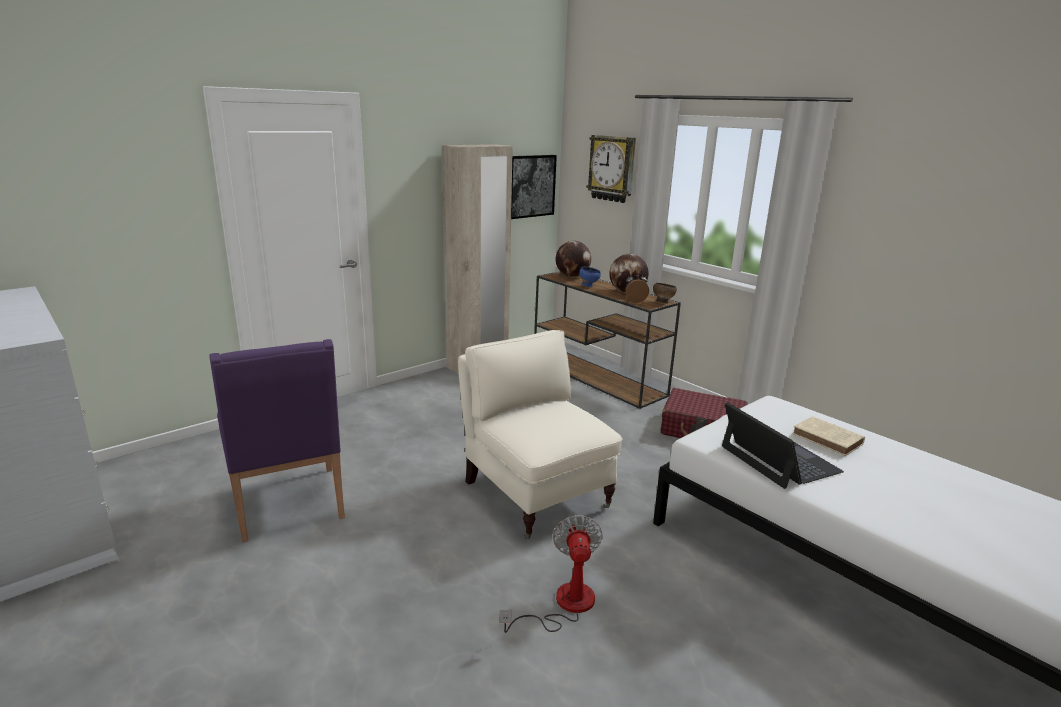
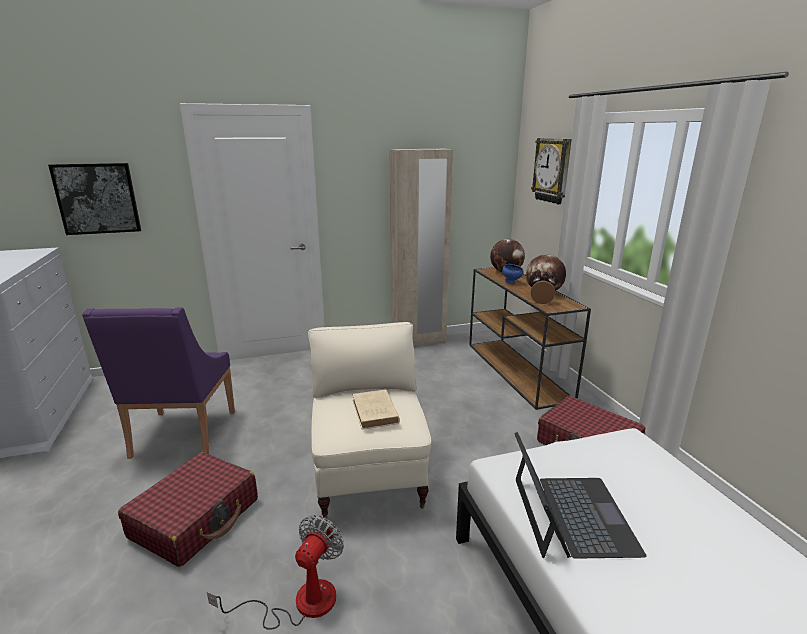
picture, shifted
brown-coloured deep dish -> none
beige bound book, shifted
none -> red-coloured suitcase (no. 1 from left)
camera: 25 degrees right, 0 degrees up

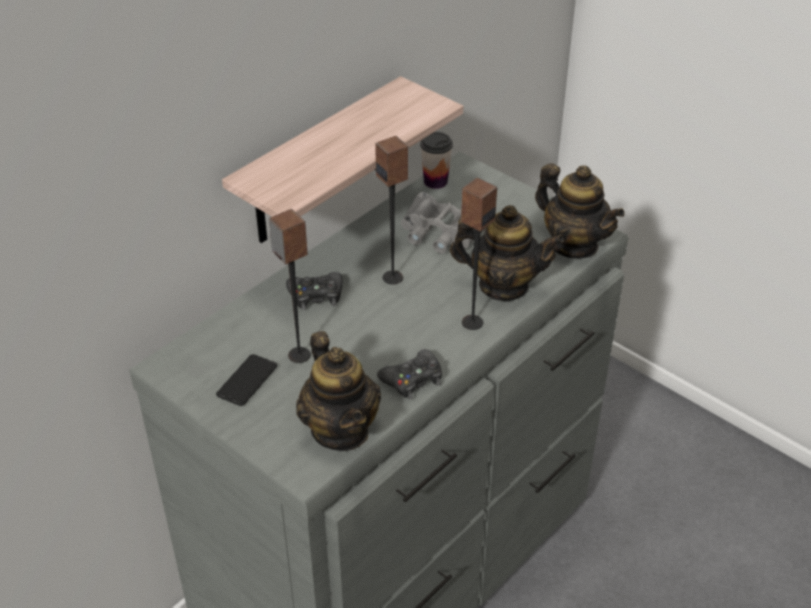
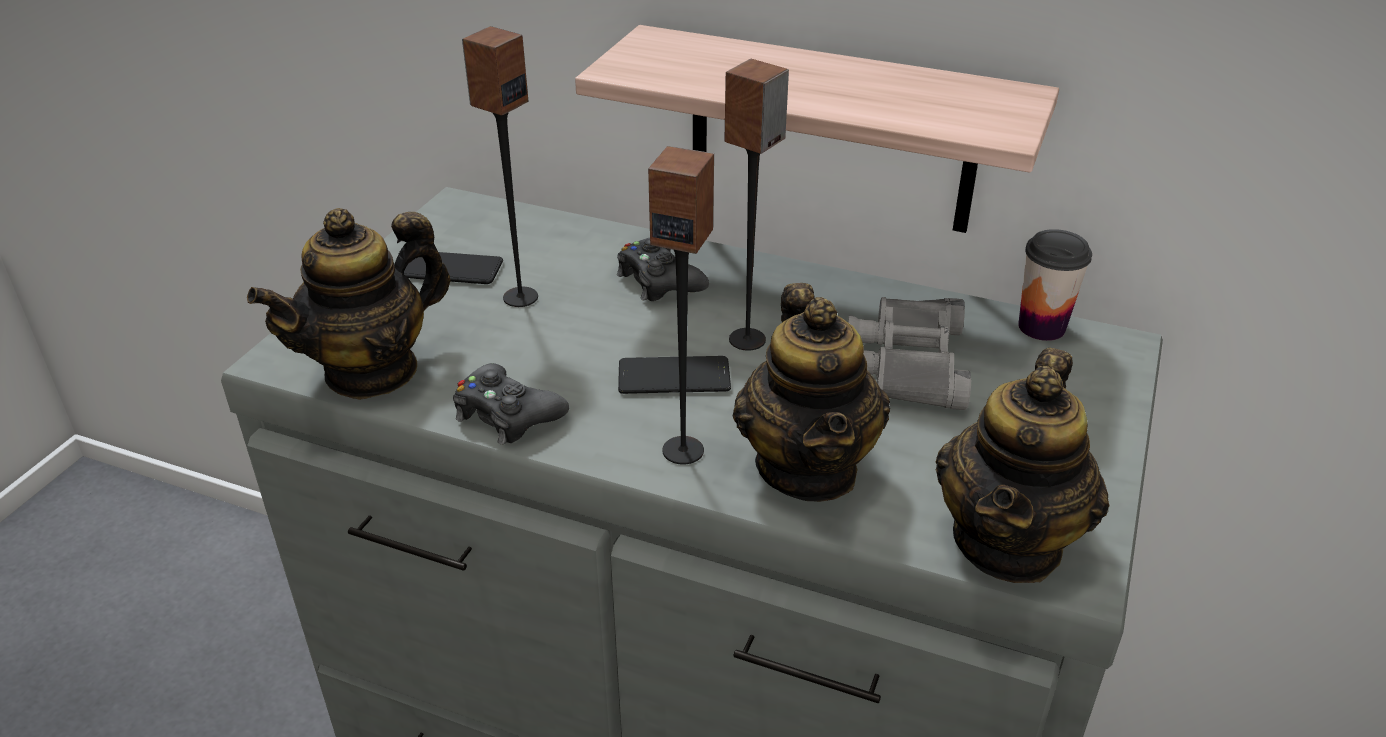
none -> phone (no. 2 from left)
camera: 70 degrees right, 5 degrees down

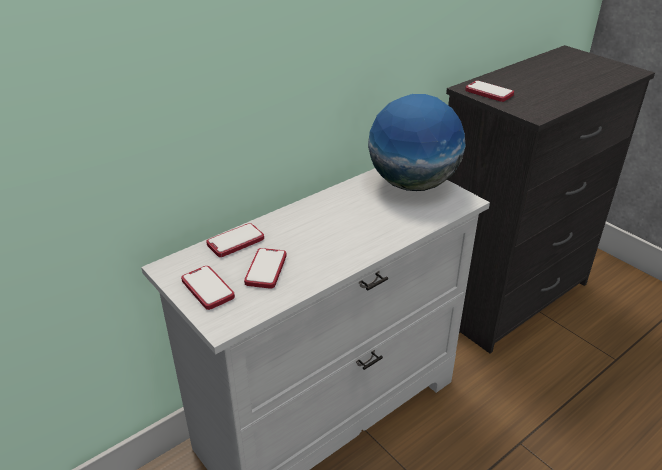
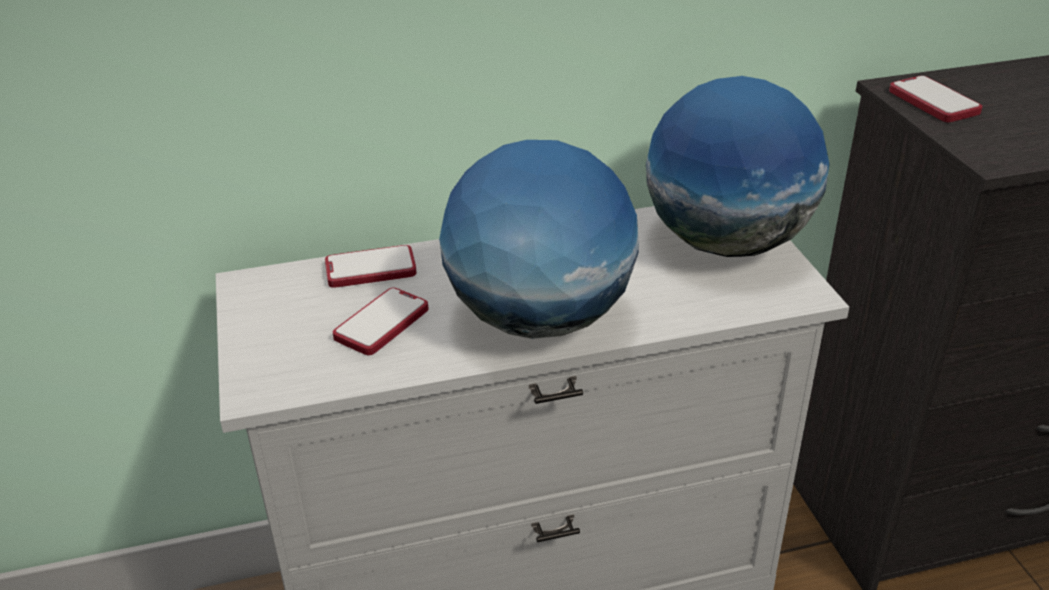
phone (no. 1 from left) -> none
none -> desk globe (no. 1 from left)
camera: 25 degrees right, 0 degrees up

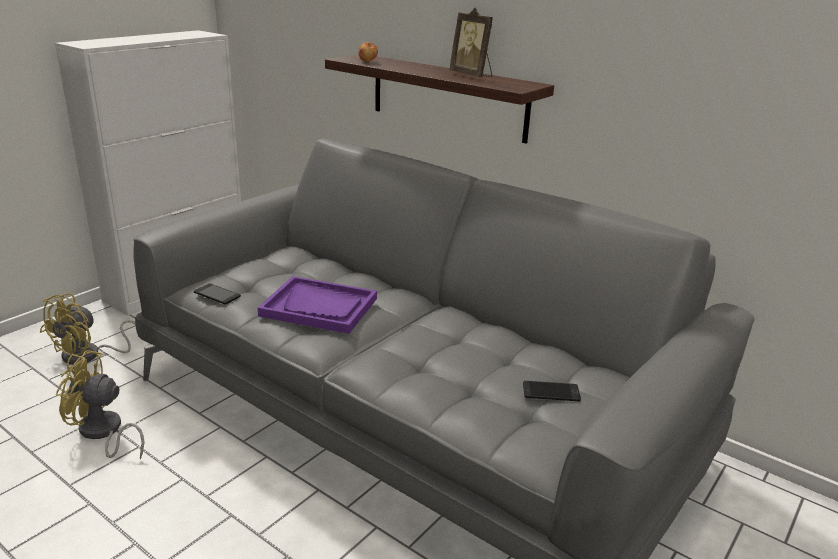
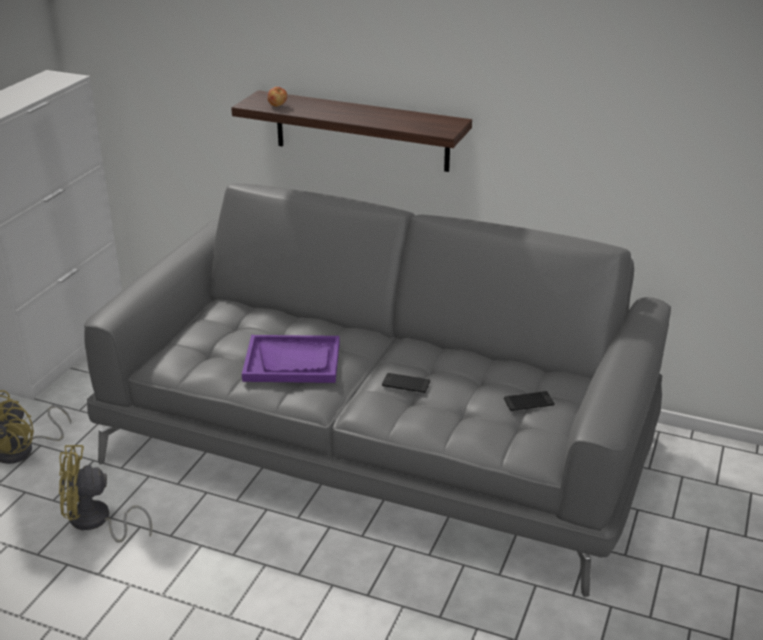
standing frame -> none
phone (no. 1 from left), shifted
camera: 15 degrees left, 5 degrees up

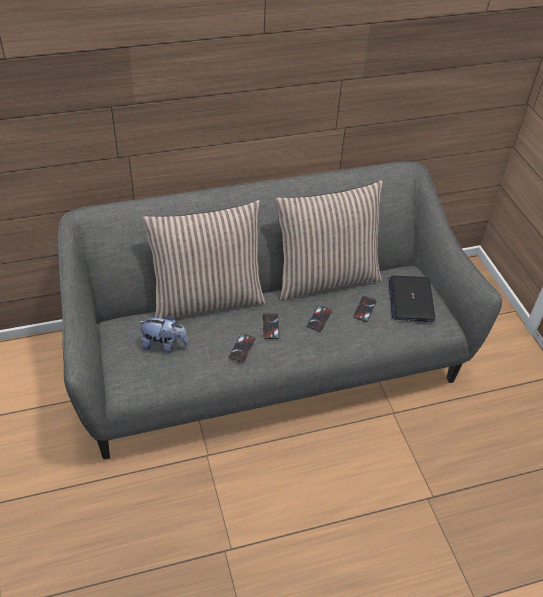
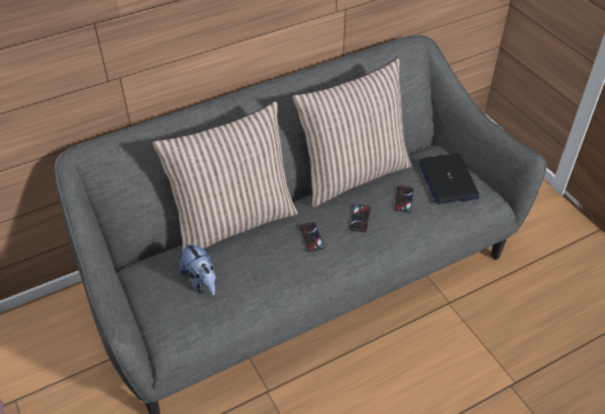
cuddly toy, 60 degrees clockwise
phone (no. 1 from left) -> none
camera: 10 degrees left, 0 degrees up

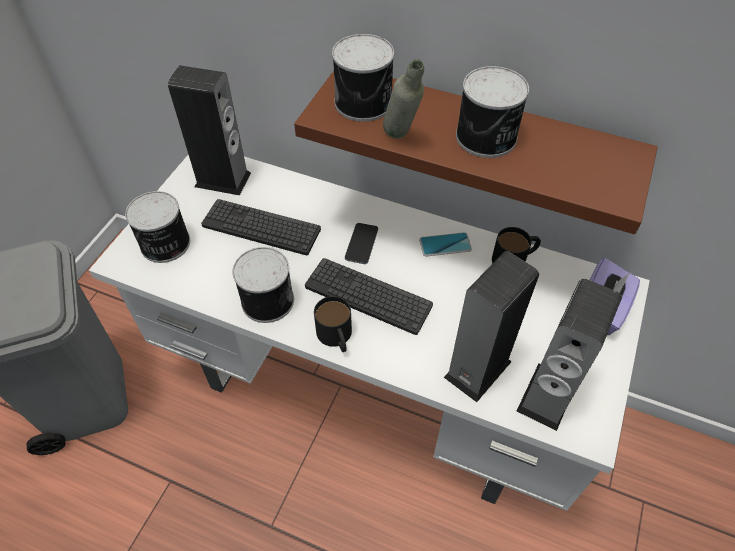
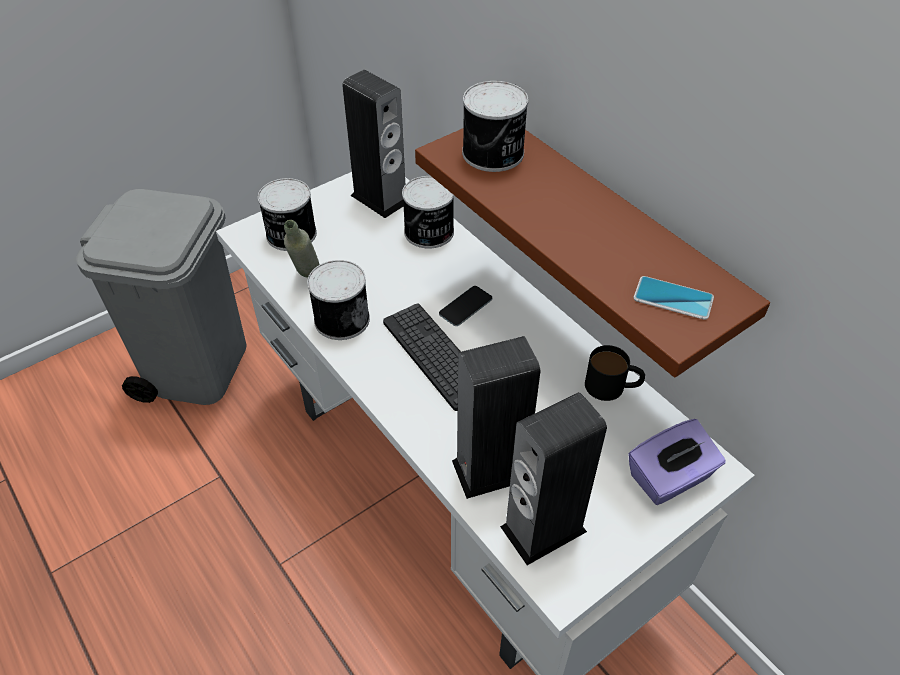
greyish beverage bottle, shifted
can (no. 4 from left in the first image) -> can (no. 3 from left), shifted
computer keyboard (no. 1 from left) -> none
phone (no. 2 from left), shifted
blackish mug (no. 1 from left) -> none
camera: 30 degrees right, 5 degrees down

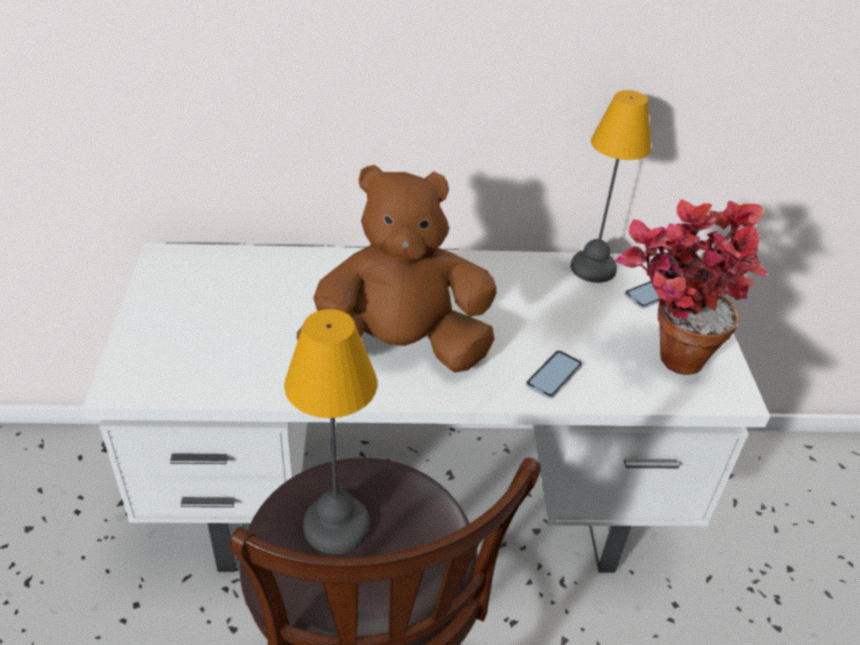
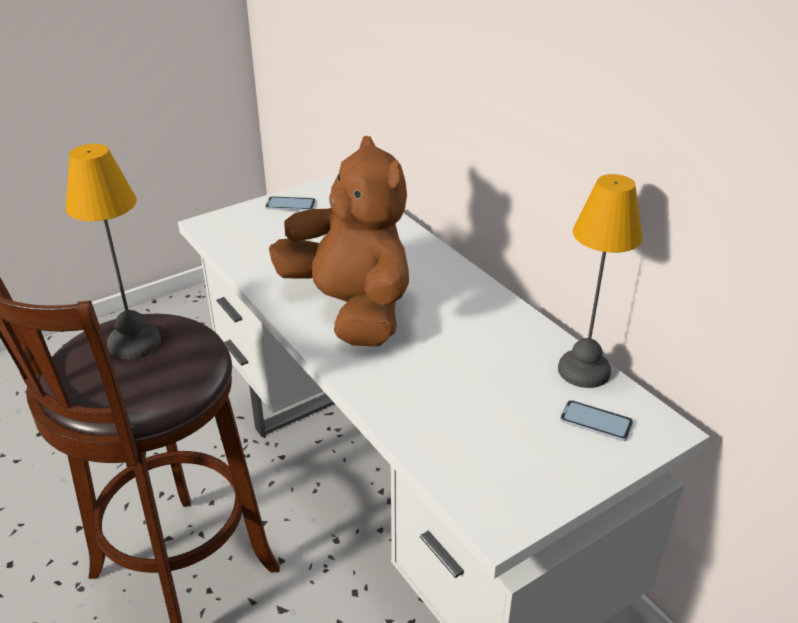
houseplant -> none
phone (no. 1 from left), shifted
camera: 60 degrees right, 5 degrees down

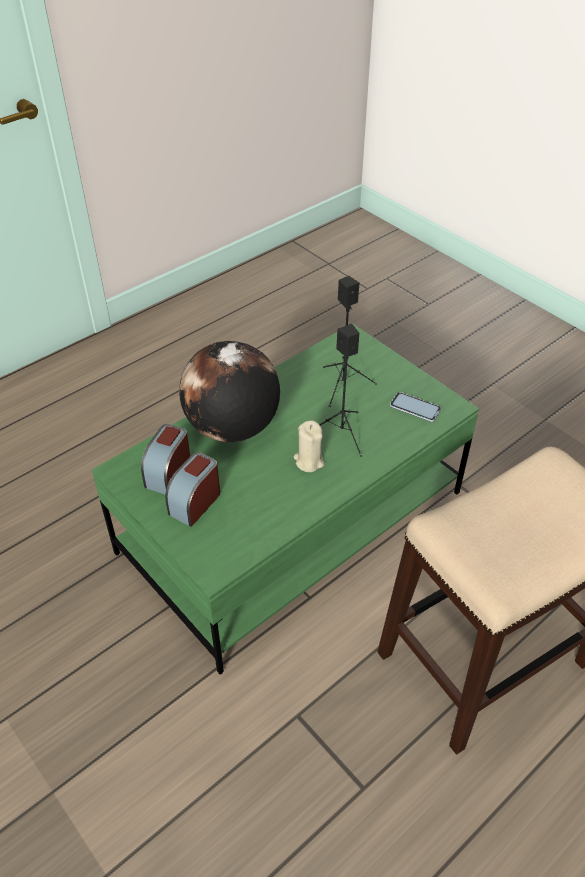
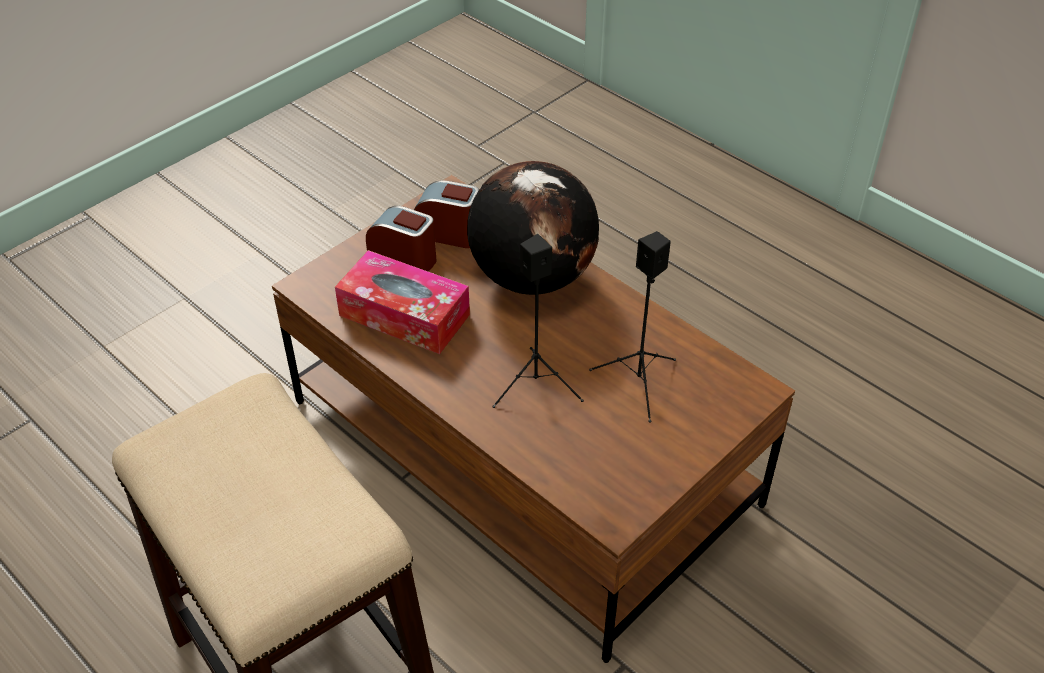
green-coloured low table -> brown-coloured low table
phone -> none
beige candle -> none
none -> box of tissues
camera: 85 degrees right, 0 degrees up

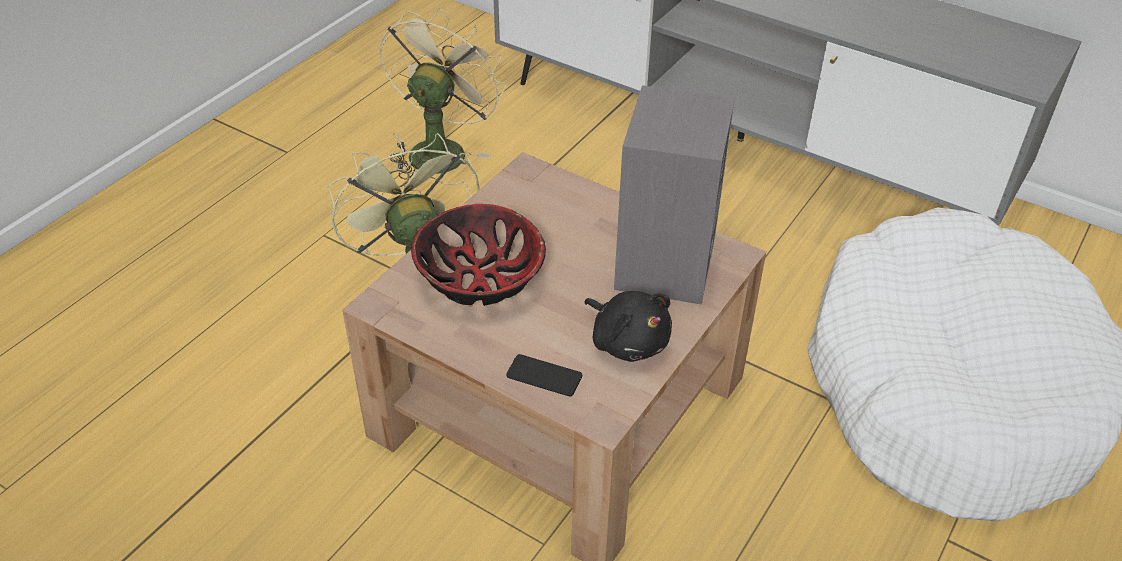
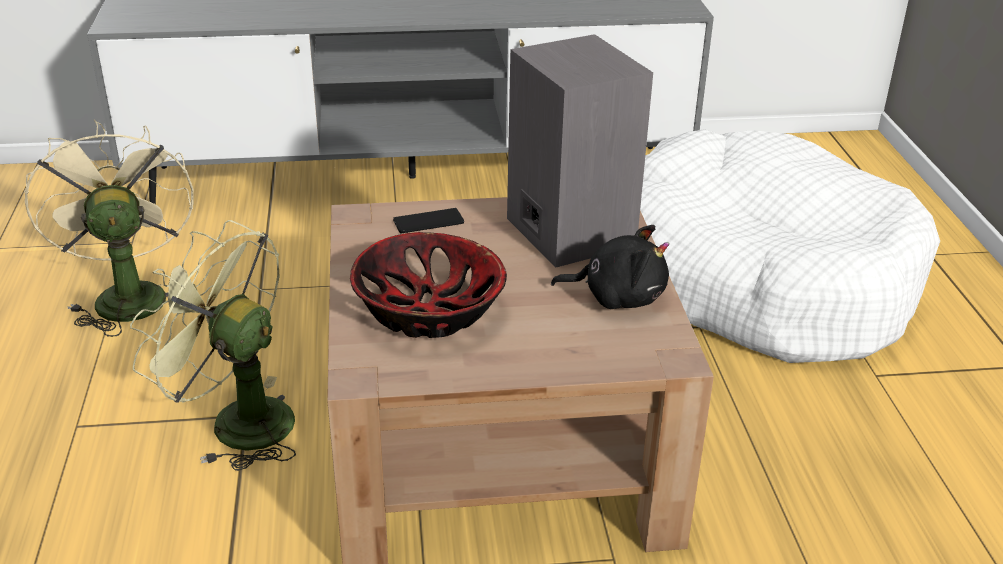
phone, shifted
camera: 40 degrees left, 10 degrees down

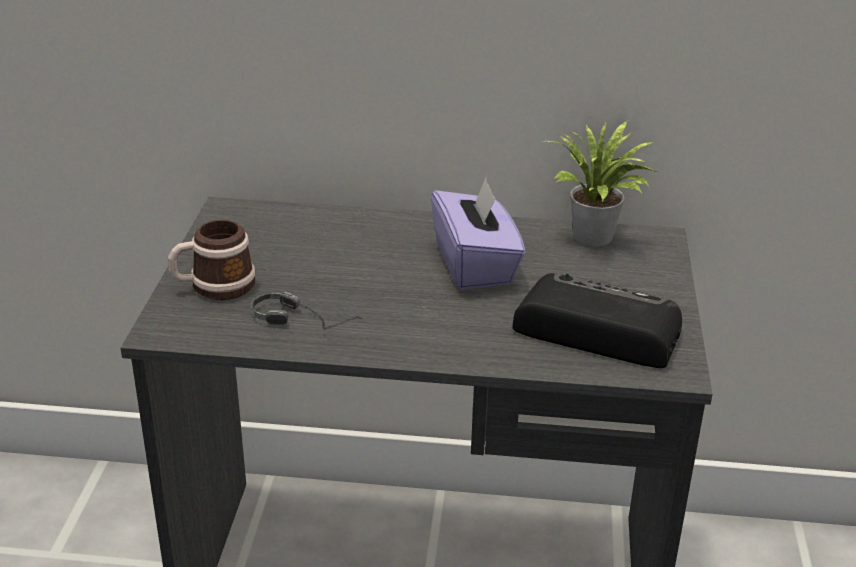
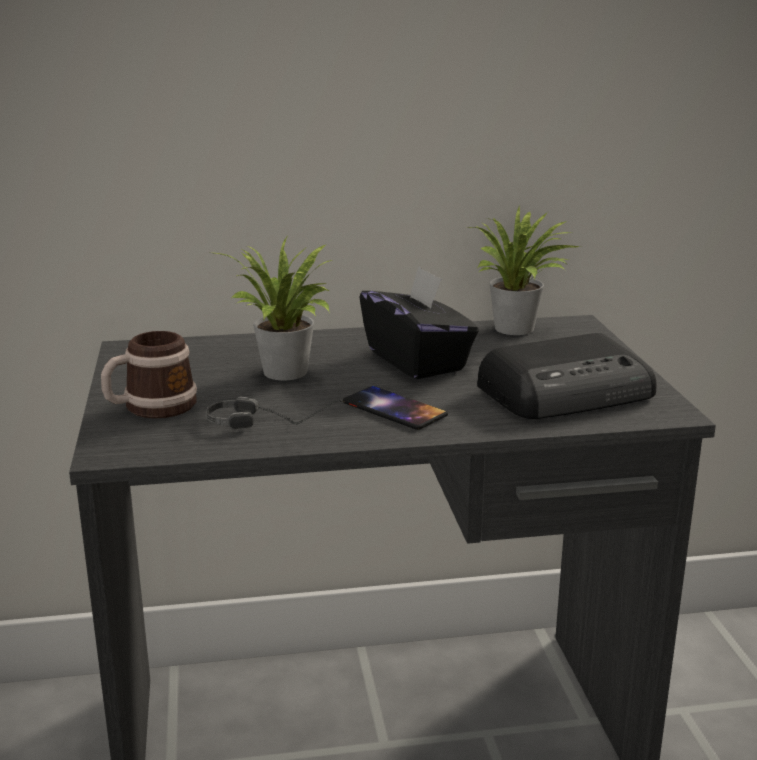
purplish box of tissues -> blackish box of tissues
radio set, 150 degrees clockwise
none -> houseplant (no. 1 from left)
none -> phone
camera: 15 degrees left, 10 degrees down

